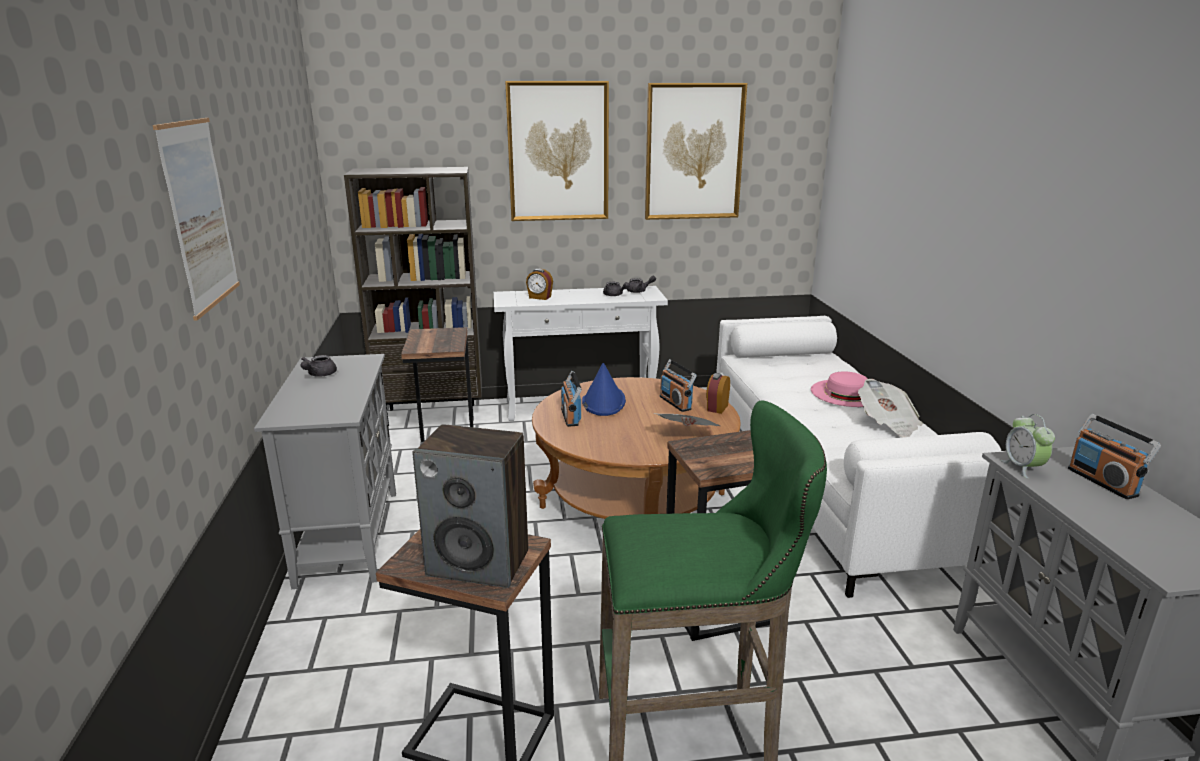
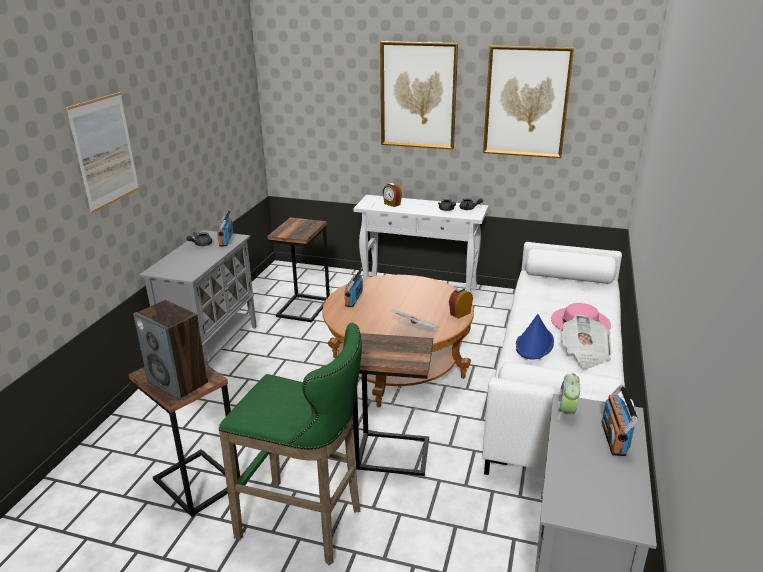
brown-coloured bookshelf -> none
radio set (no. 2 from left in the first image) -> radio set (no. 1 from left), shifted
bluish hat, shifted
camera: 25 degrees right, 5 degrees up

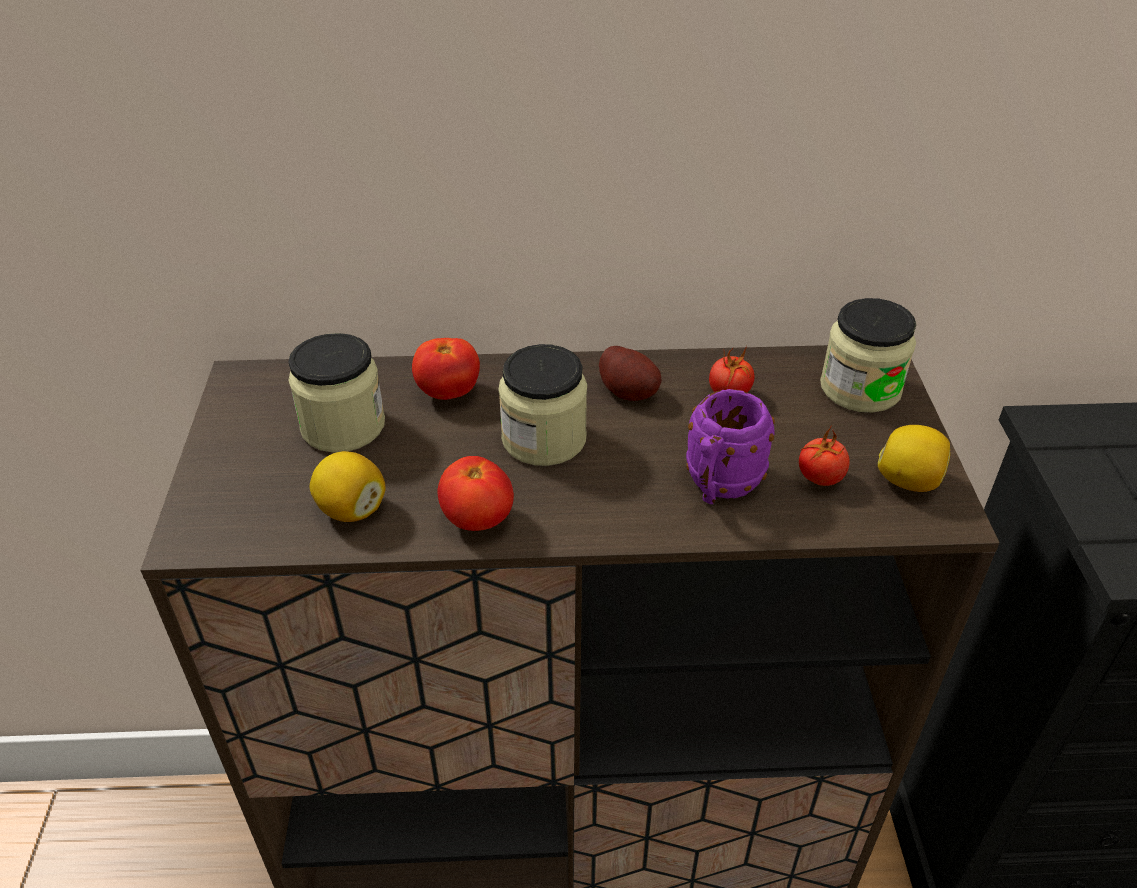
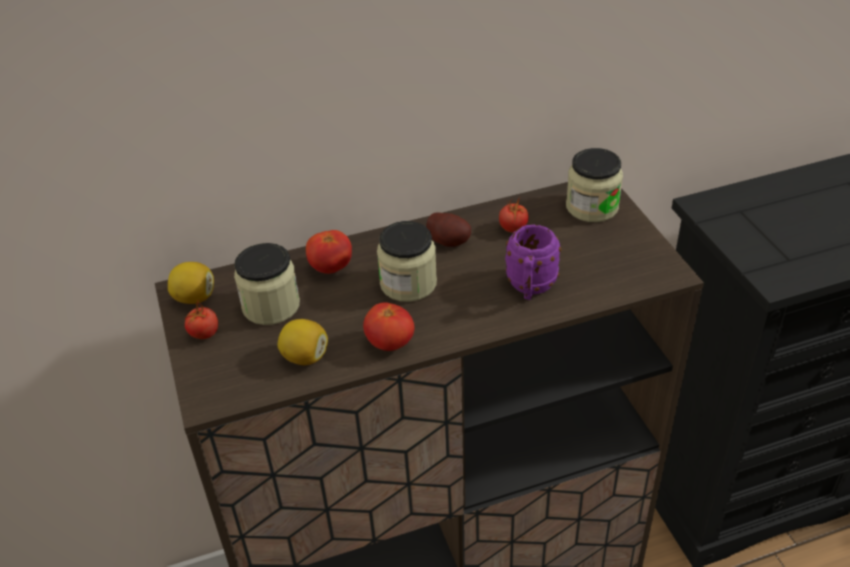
tomato (no. 4 from left in the first image) -> tomato (no. 1 from left), shifted
whole lemon (no. 2 from left in the first image) -> whole lemon (no. 1 from left), shifted
camera: 15 degrees left, 0 degrees up

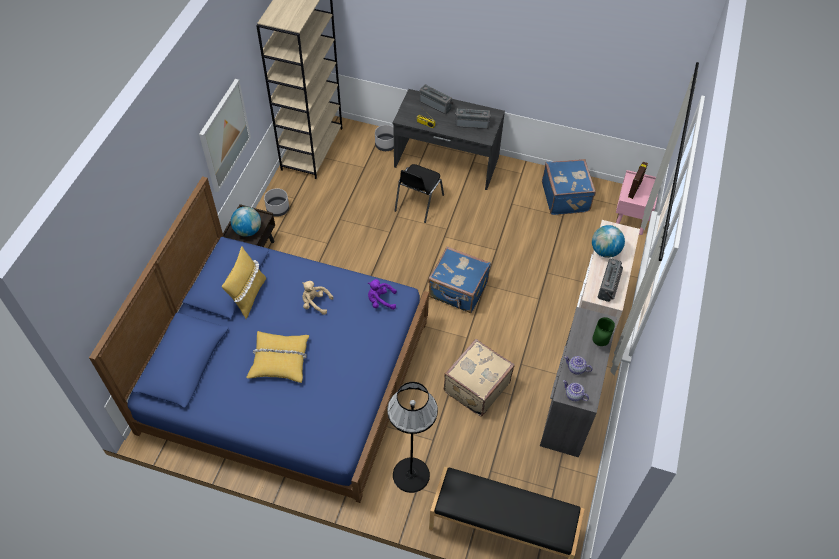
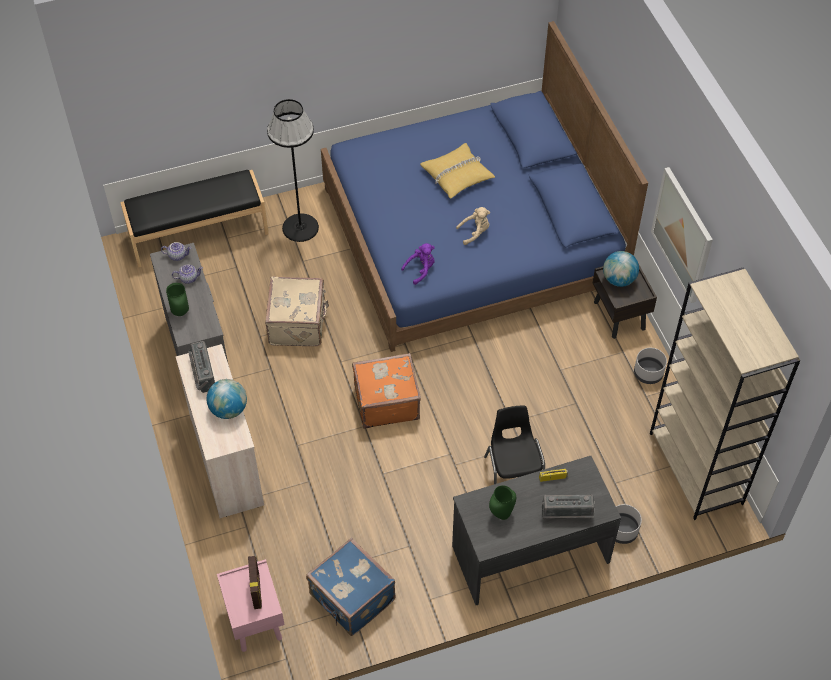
radio set (no. 3 from left) -> green-coloured flower vase (no. 2 from left)
yellow cushion (no. 1 from left) -> none
bluish suitcase (no. 1 from left) -> orange-coloured suitcase
camera: 145 degrees right, 0 degrees up

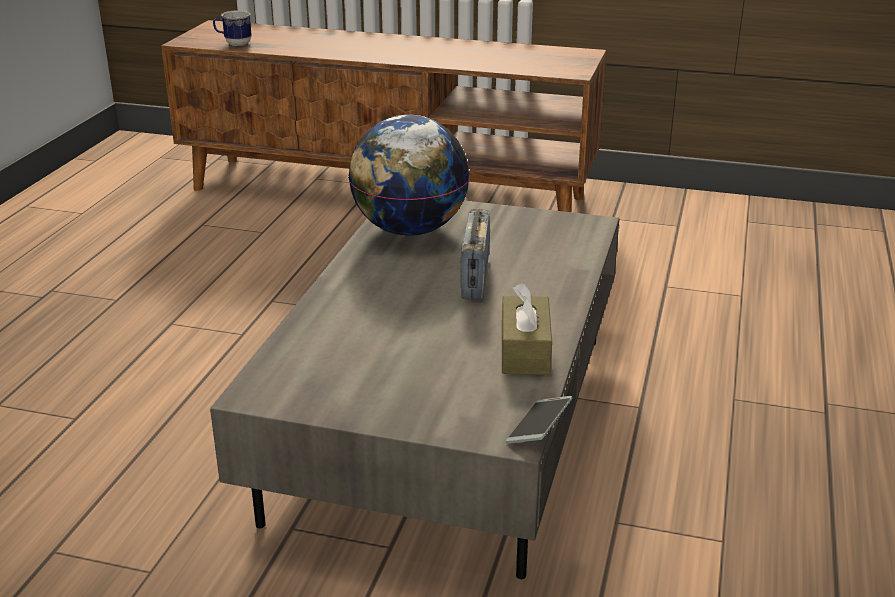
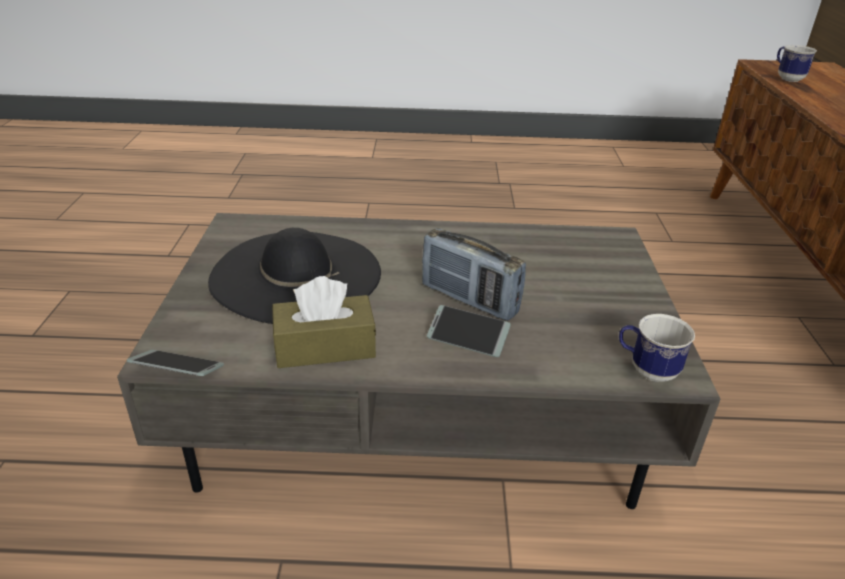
desk globe -> none
radio set, 135 degrees counterclockwise
none -> blackish hat
none -> phone (no. 2 from left)
none -> mug (no. 1 from left)
camera: 75 degrees right, 5 degrees up

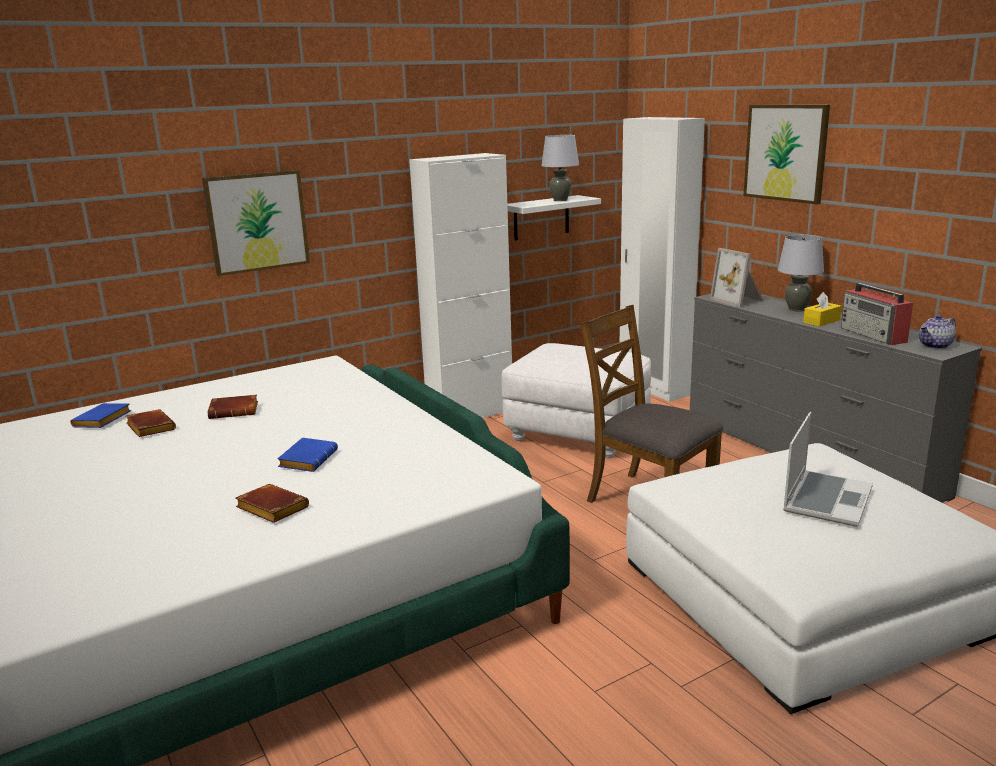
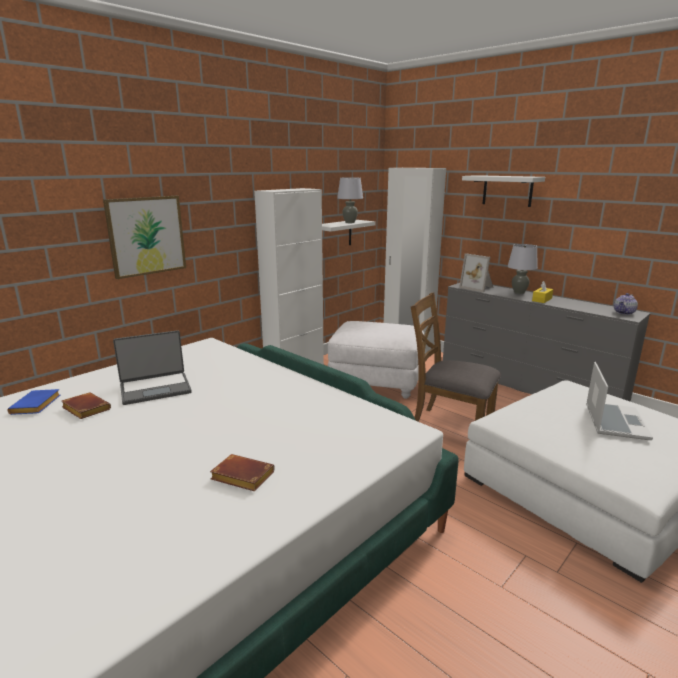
picture (no. 2 from left) -> white shelf (no. 2 from left)
radio set -> none
brown-coloured bound book (no. 2 from left) -> portable computer (no. 1 from left)
bluish bound book (no. 2 from left) -> none
camera: 15 degrees left, 0 degrees up

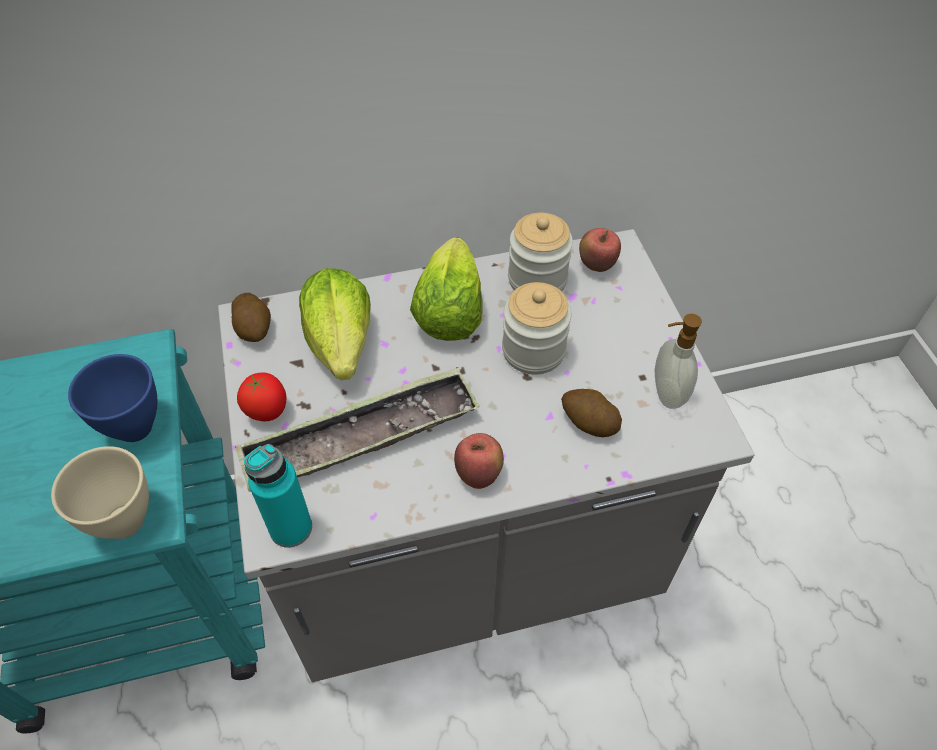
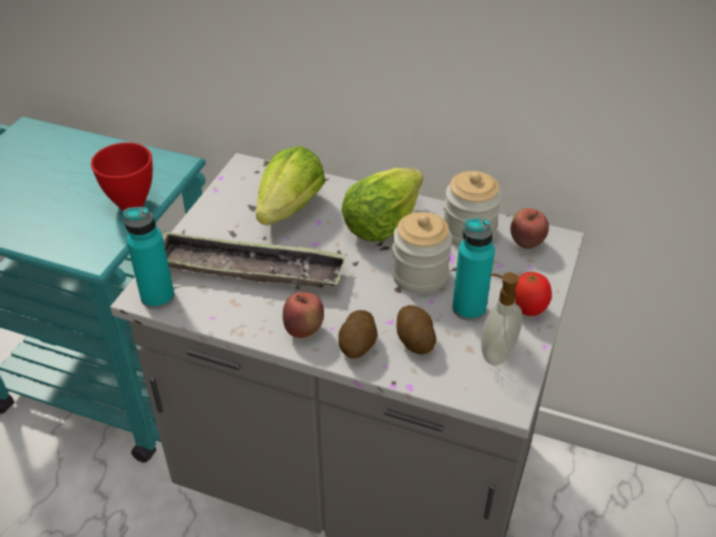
potato (no. 1 from left), shifted
bluish deep dish -> red-coloured deep dish
tomato, shifted
beige deep dish -> none
none -> turquoise-coloured beverage bottle (no. 2 from left)
camera: 35 degrees right, 10 degrees down

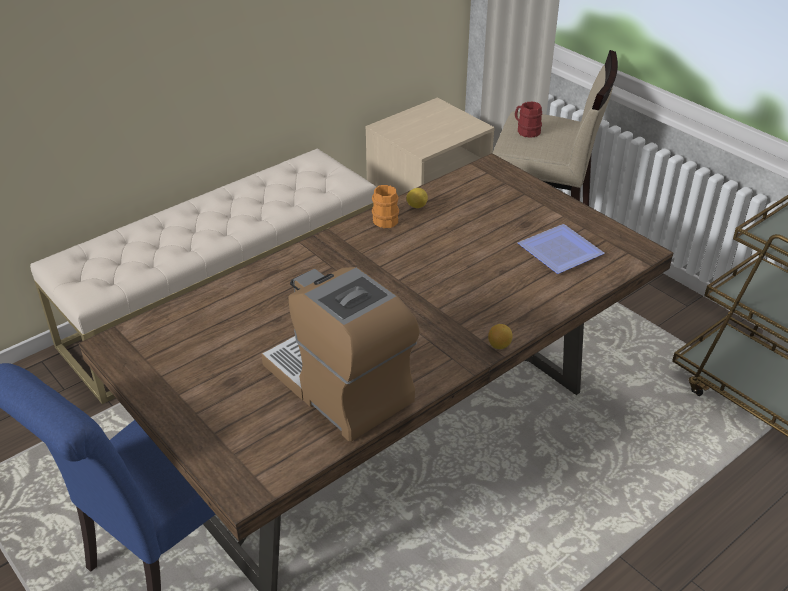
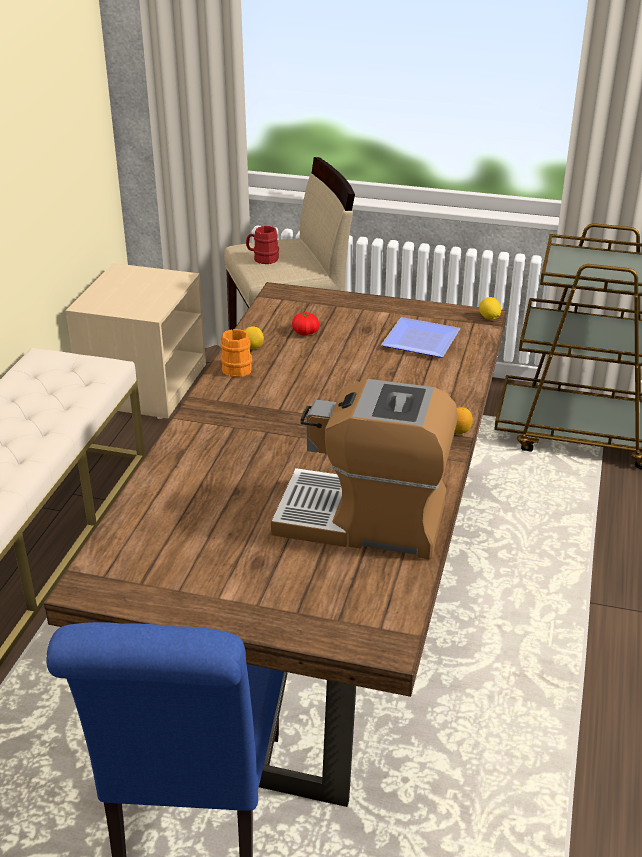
none -> whole lemon (no. 3 from left)
none -> tomato
camera: 35 degrees left, 5 degrees down

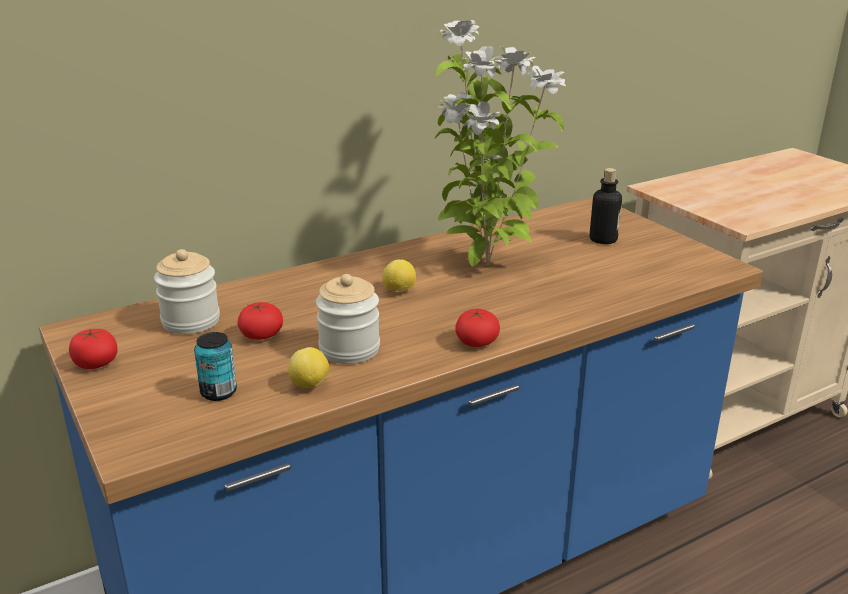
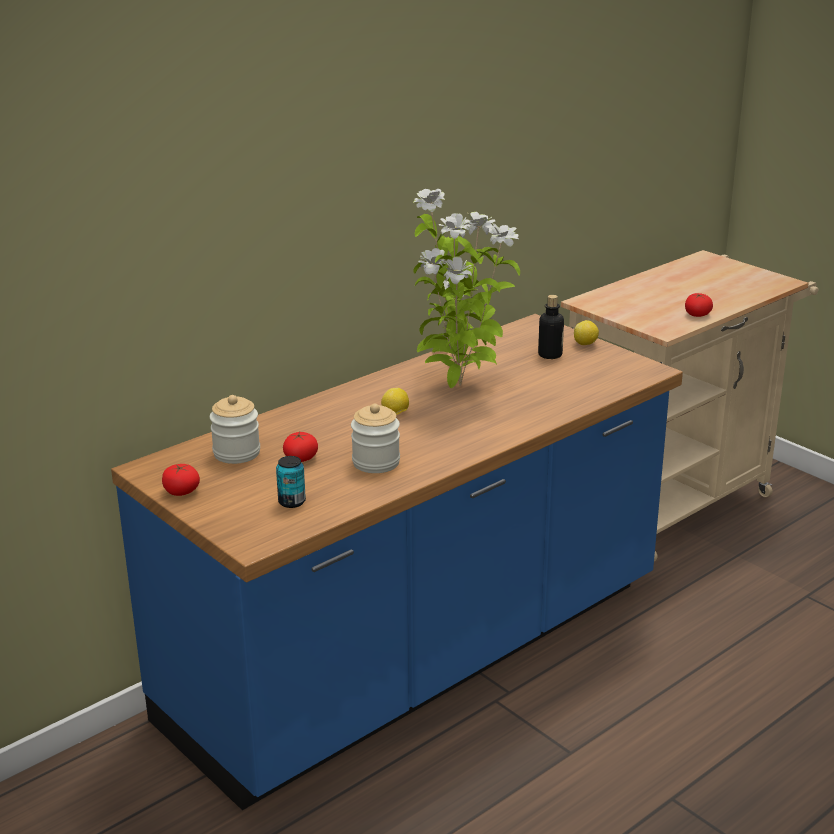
tomato (no. 3 from left), shifted
whole lemon (no. 1 from left in the first image) -> whole lemon (no. 2 from left), shifted
camera: 10 degrees left, 0 degrees up

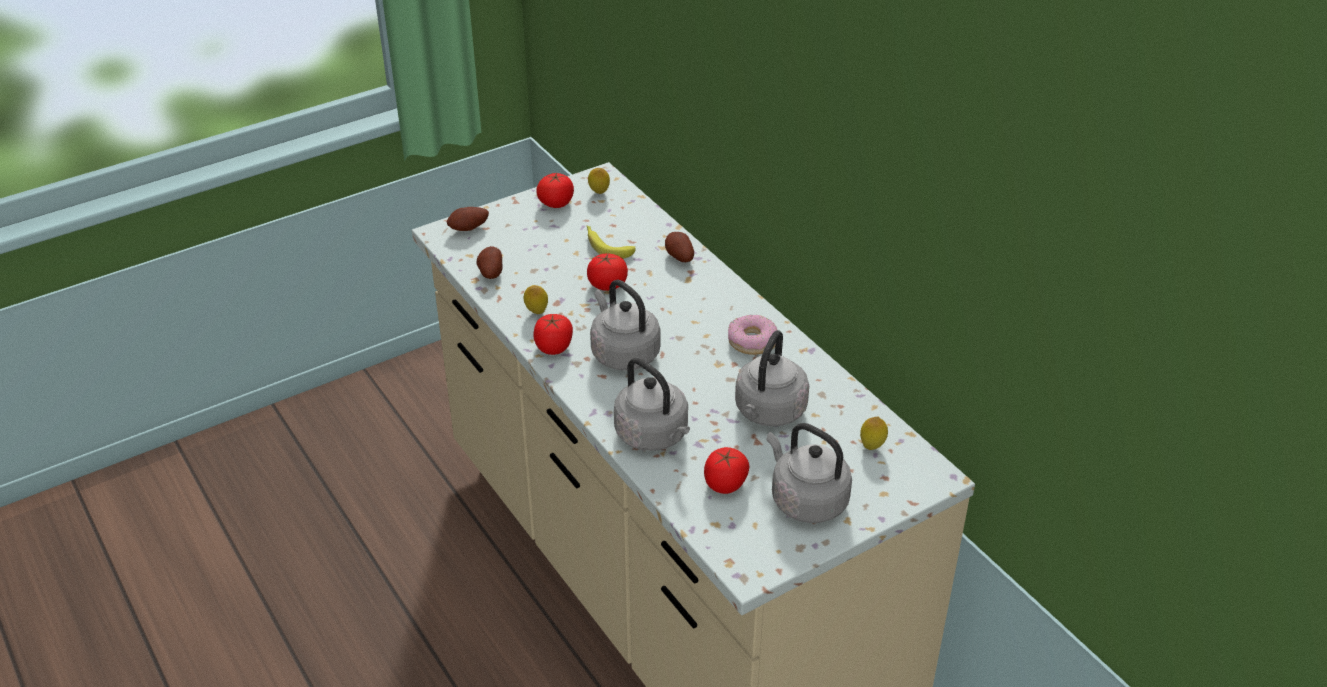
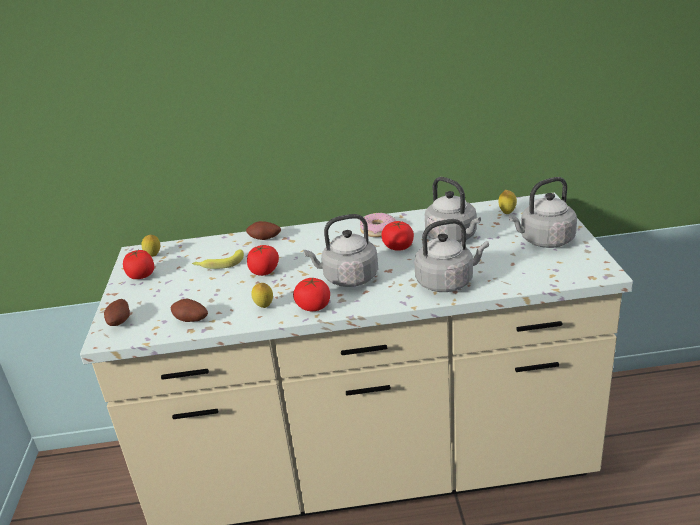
tomato (no. 4 from left), shifted
camera: 60 degrees left, 10 degrees down

